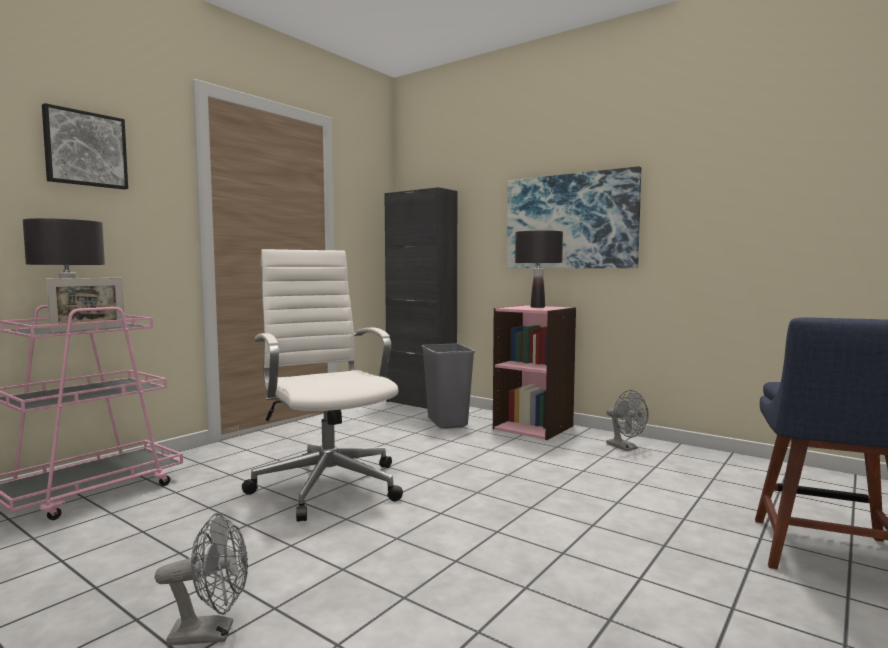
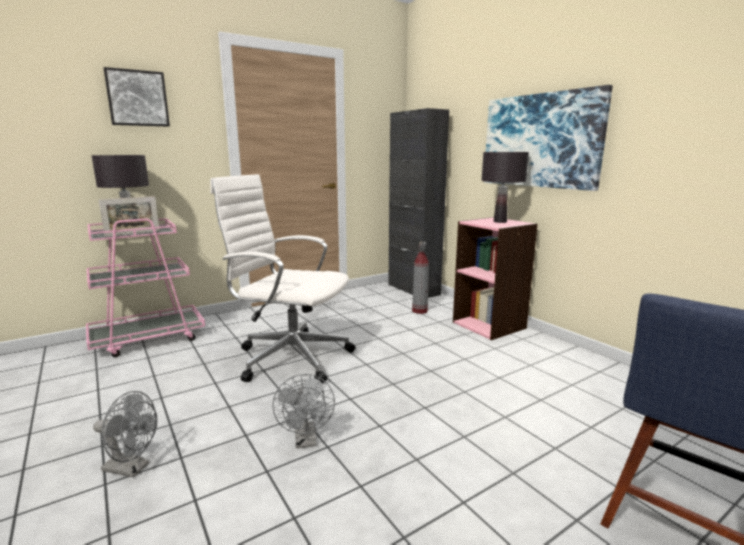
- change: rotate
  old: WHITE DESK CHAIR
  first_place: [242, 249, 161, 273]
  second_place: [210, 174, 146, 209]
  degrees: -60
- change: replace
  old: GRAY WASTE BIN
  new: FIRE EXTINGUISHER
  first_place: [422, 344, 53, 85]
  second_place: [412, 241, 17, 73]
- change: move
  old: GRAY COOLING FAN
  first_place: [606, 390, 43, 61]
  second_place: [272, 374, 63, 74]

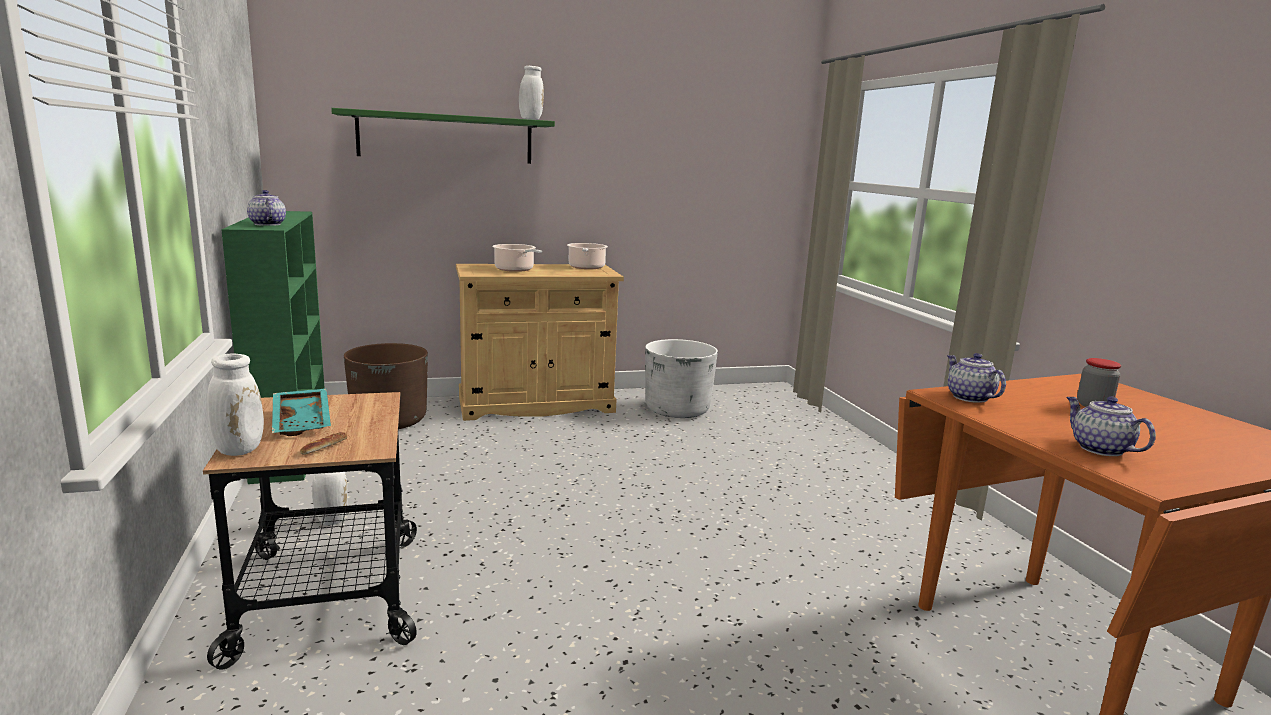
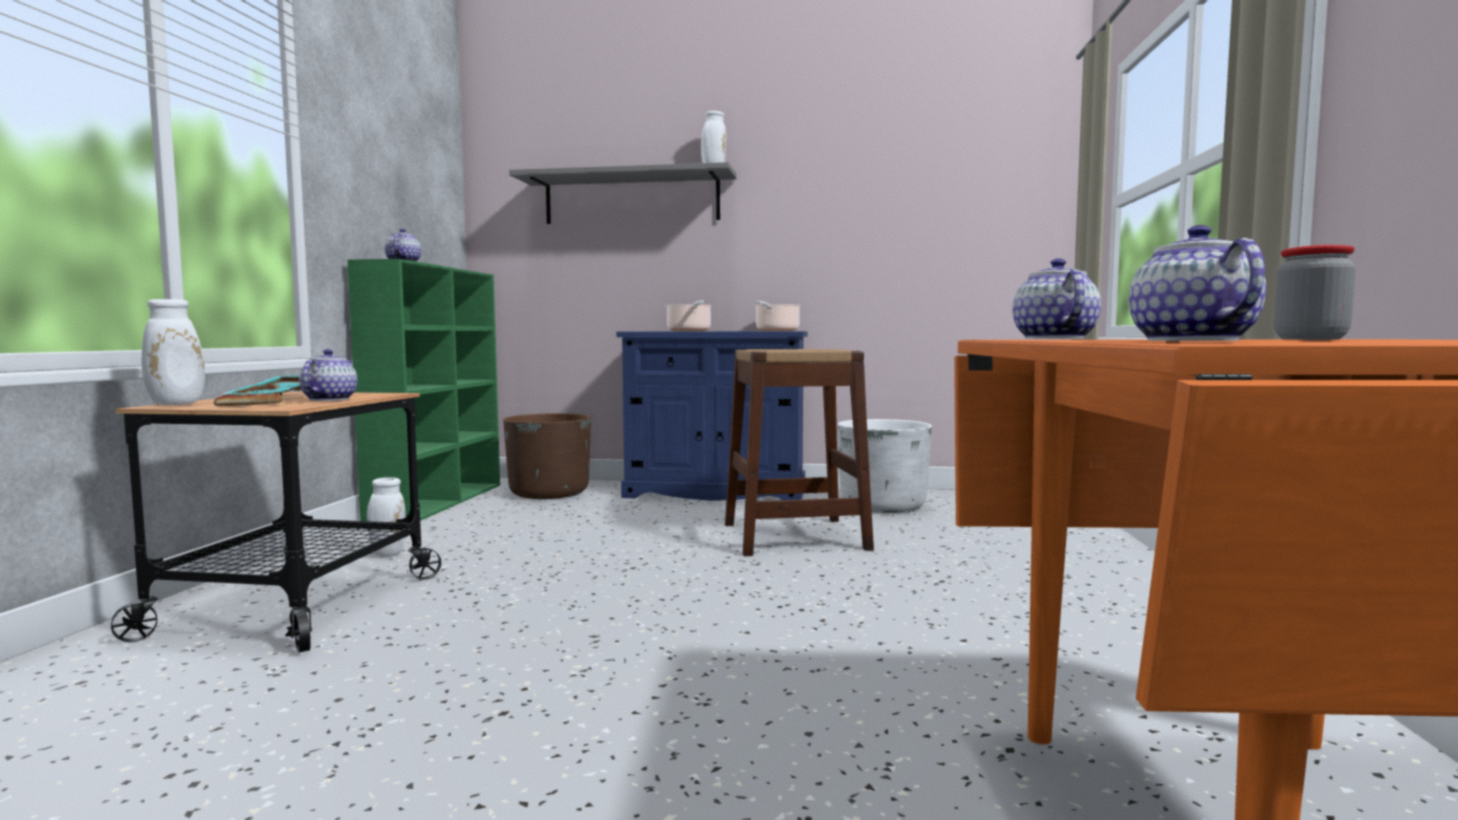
- change: recolor
  old: GREEN WALL SHELF
  new: GRAY WALL SHELF
  first_place: [331, 108, 224, 56]
  second_place: [509, 162, 228, 62]
- change: recolor
  old: BEIGE-COLOURED STORAGE CABINET
  new: BLUE STORAGE CABINET
  first_place: [456, 264, 168, 157]
  second_place: [616, 331, 191, 170]
- change: insert
  new: POT FOR TEA
  second_place: [299, 349, 58, 52]
- change: insert
  new: BROWNISH STOOL
  second_place: [725, 349, 149, 207]

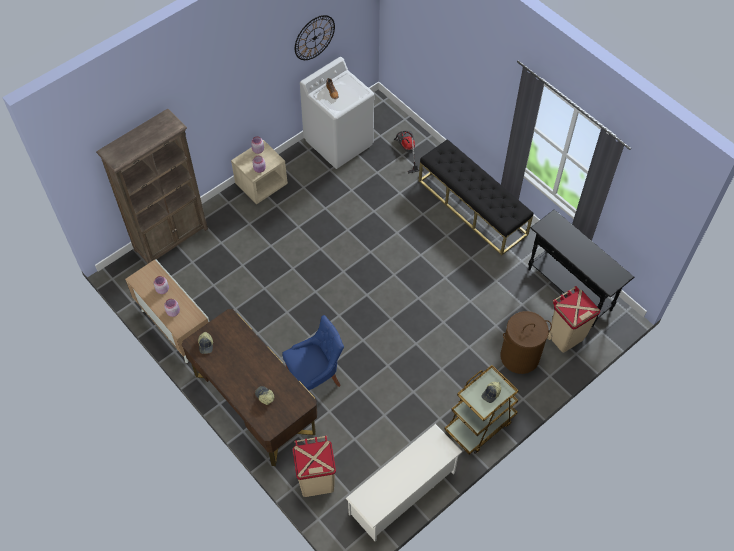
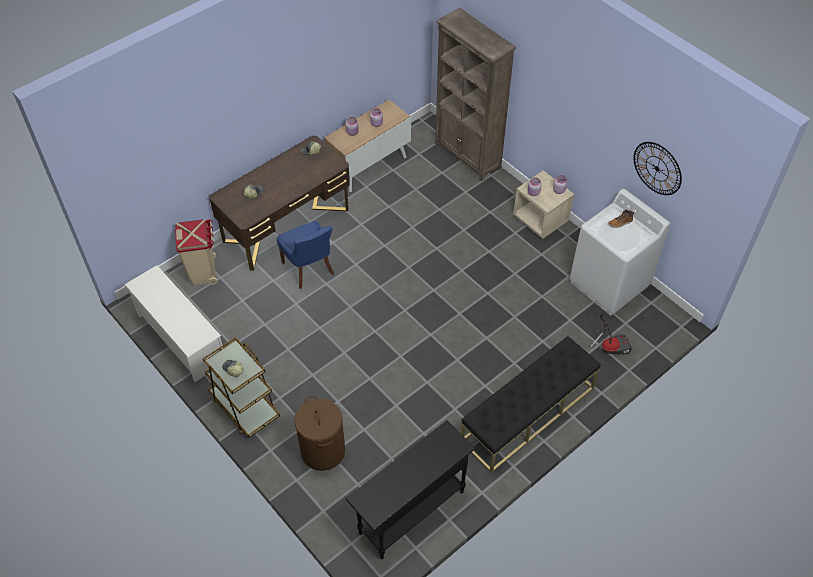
- change: delete
  old: BEIGE-COLOURED WASTE BIN
  first_place: [547, 286, 53, 66]

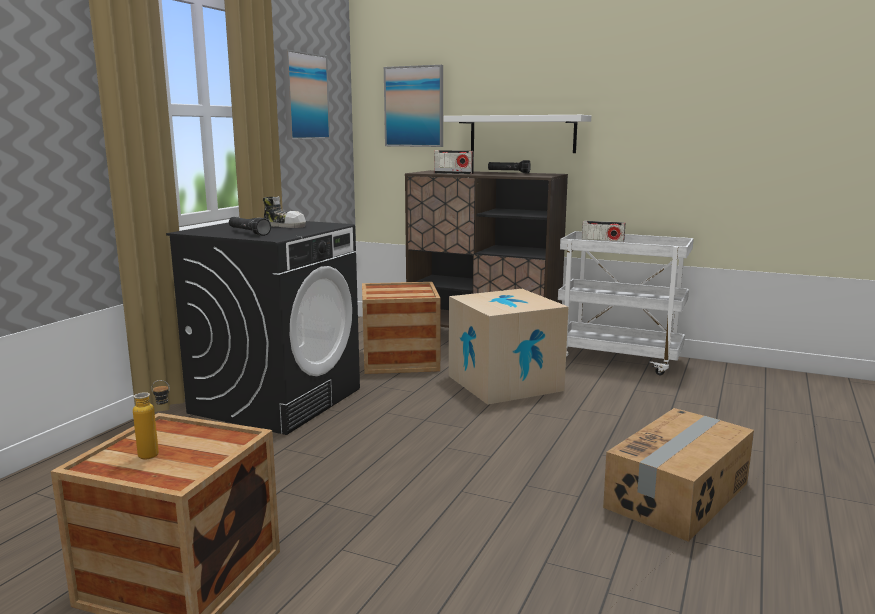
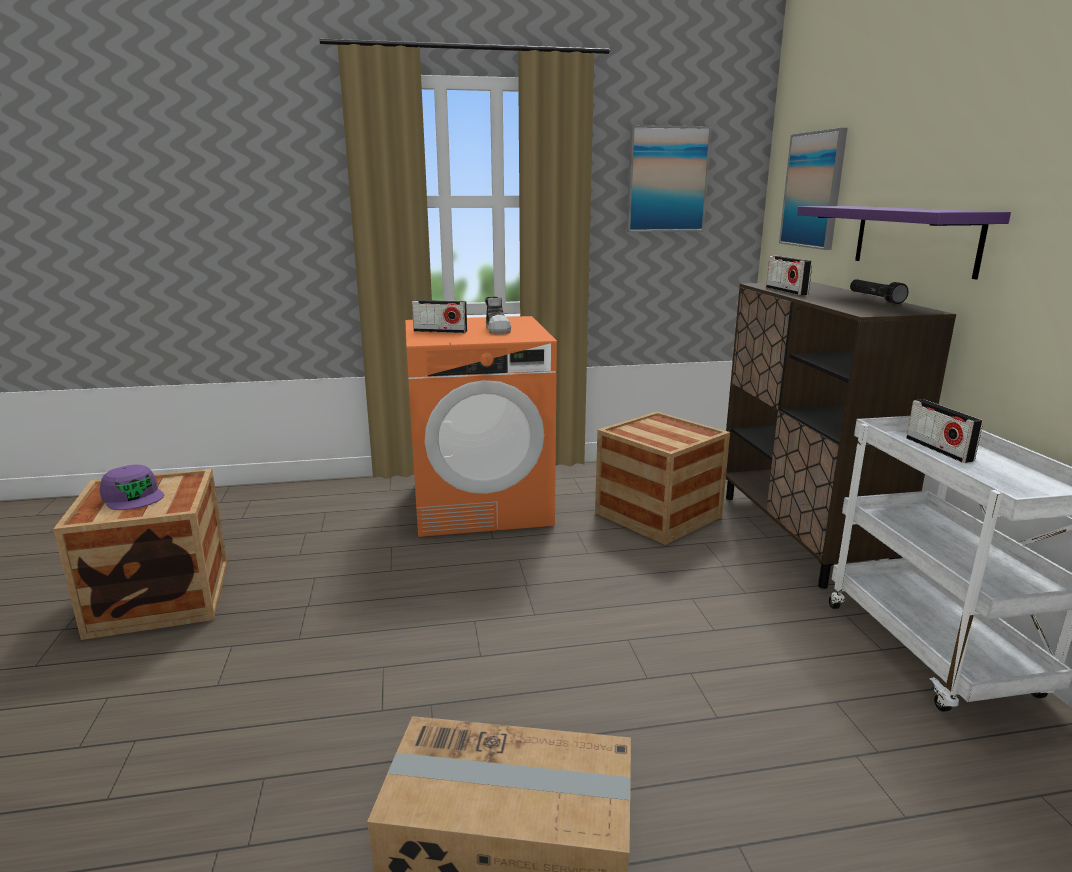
- change: recolor
  old: WHITE WALL SHELF
  new: PURPLISH WALL SHELF
  first_place: [443, 115, 148, 38]
  second_place: [797, 206, 214, 73]
- change: replace
  old: BLACK-COLOURED TORCH
  new: RADIO RECEIVER
  first_place: [229, 217, 42, 19]
  second_place: [412, 300, 55, 33]
- change: recolor
  old: BLACK-COLOURED WASHING MACHINE
  new: ORANGEY WASHING MACHINE
  first_place: [166, 218, 194, 217]
  second_place: [405, 316, 152, 221]
- change: delete
  old: CARDBOARD BOX
  first_place: [449, 289, 119, 116]
- change: replace
  old: DRINK BOTTLE
  new: PURPLISH CAP
  first_place: [133, 380, 37, 79]
  second_place: [100, 465, 64, 45]

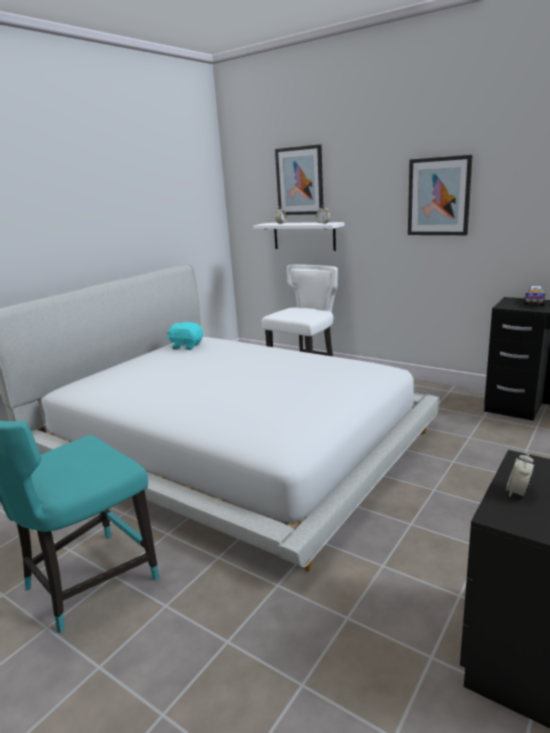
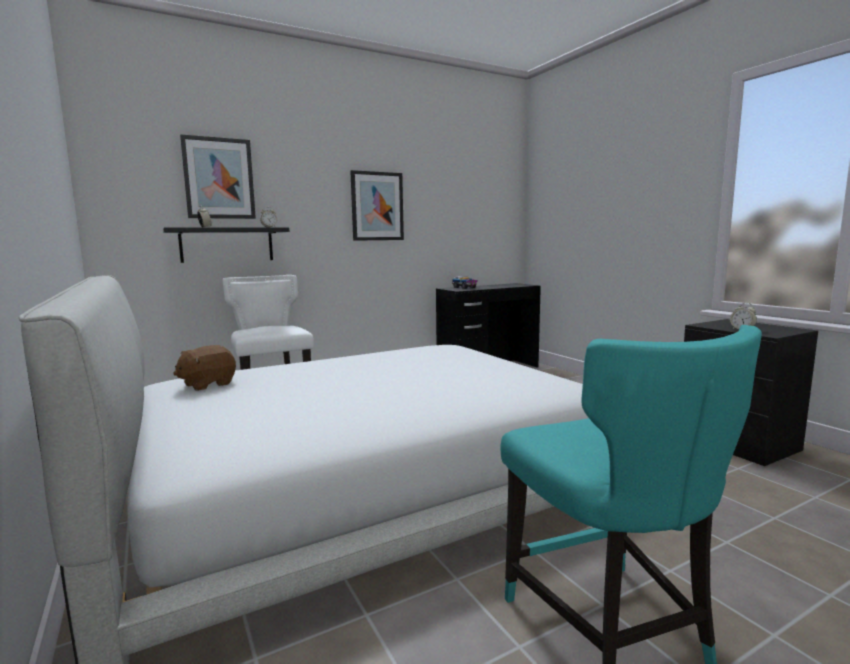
- change: recolor
  old: WHITE WALL SHELF
  new: BLACK-COLOURED WALL SHELF
  first_place: [253, 222, 91, 29]
  second_place: [163, 227, 126, 36]
- change: recolor
  old: BLUE-GREEN CUDDLY TOY
  new: BROWNISH CUDDLY TOY
  first_place: [168, 322, 35, 28]
  second_place: [173, 345, 63, 46]

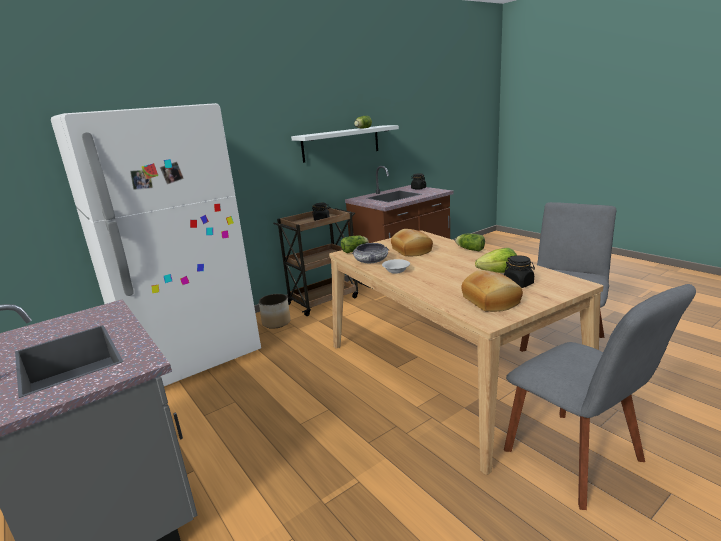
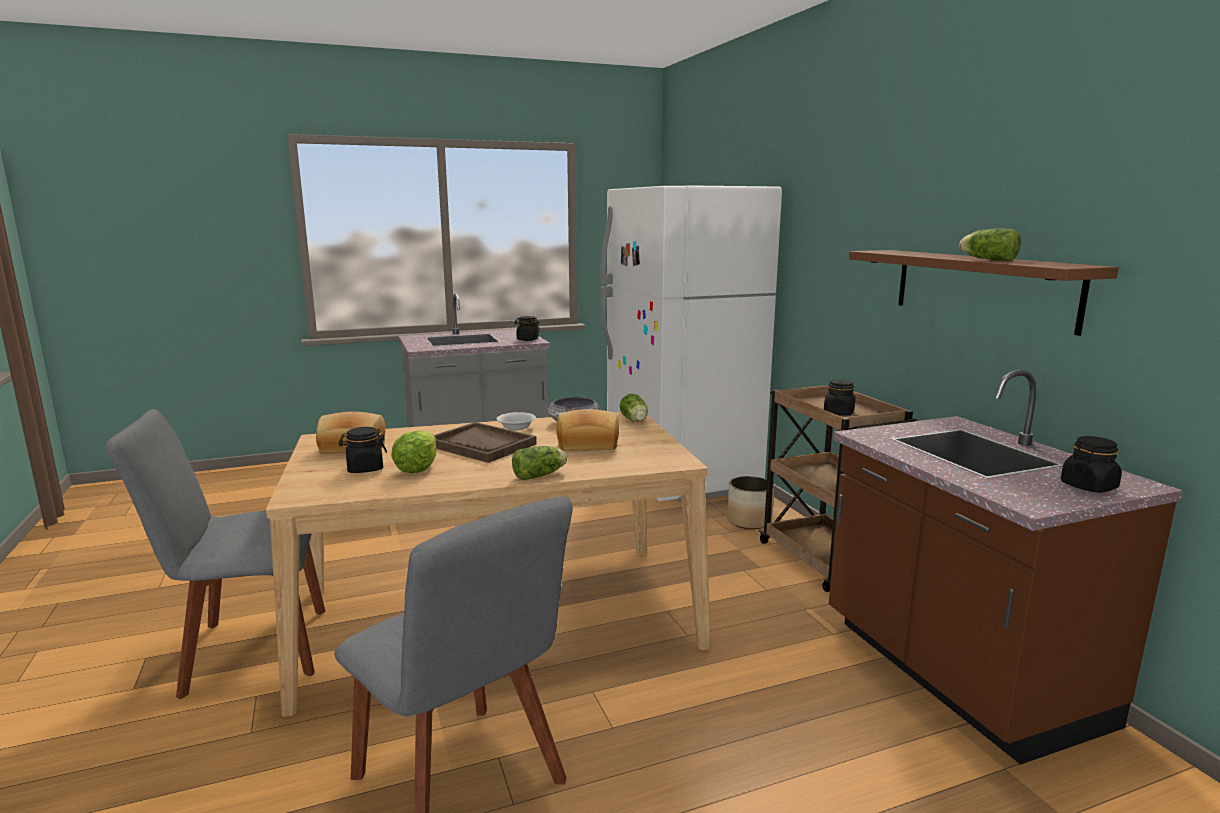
- change: recolor
  old: WHITE WALL SHELF
  new: BROWNISH WALL SHELF
  first_place: [291, 125, 108, 38]
  second_place: [849, 250, 270, 86]
- change: insert
  new: BLACK-COLOURED JAR
  second_place: [514, 316, 26, 25]
- change: insert
  new: BROWNISH CARRYING TRAY
  second_place: [434, 422, 103, 41]

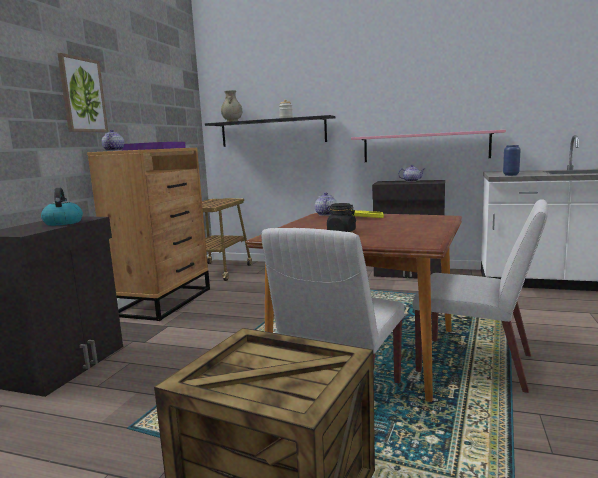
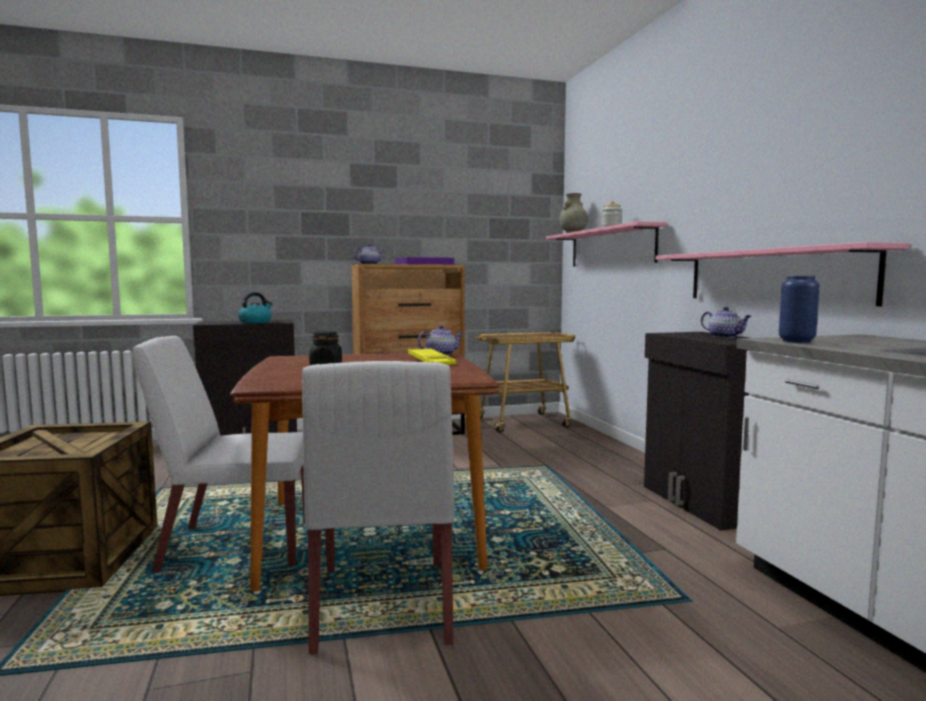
- change: delete
  old: WALL ART
  first_place: [57, 53, 51, 79]
- change: recolor
  old: BLACK-COLOURED WALL SHELF
  new: PINK WALL SHELF
  first_place: [205, 115, 130, 32]
  second_place: [546, 221, 121, 46]

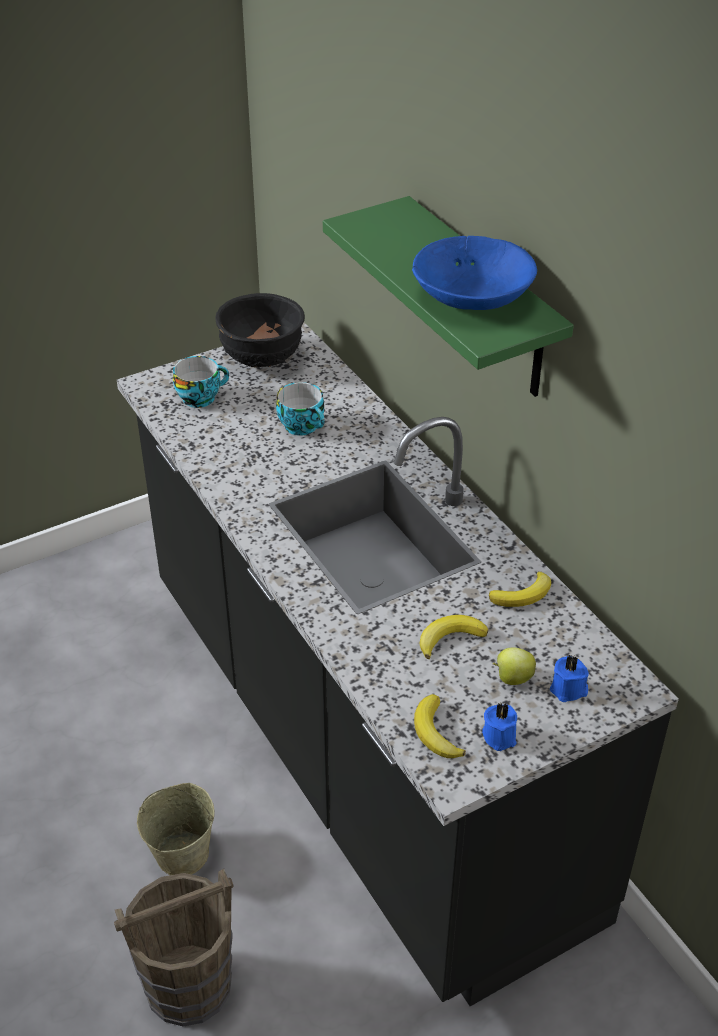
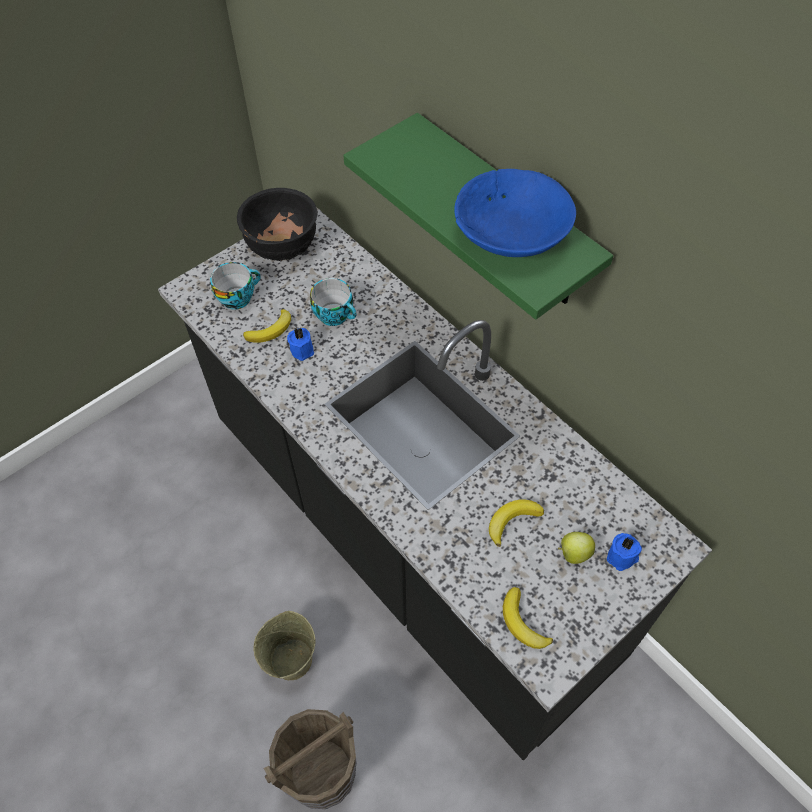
- change: move
  old: WHOLE BANANA
  first_place: [489, 572, 62, 35]
  second_place: [243, 309, 48, 34]
- change: move
  old: BLUE CANDLE
  first_place: [482, 703, 35, 48]
  second_place: [287, 327, 27, 34]

